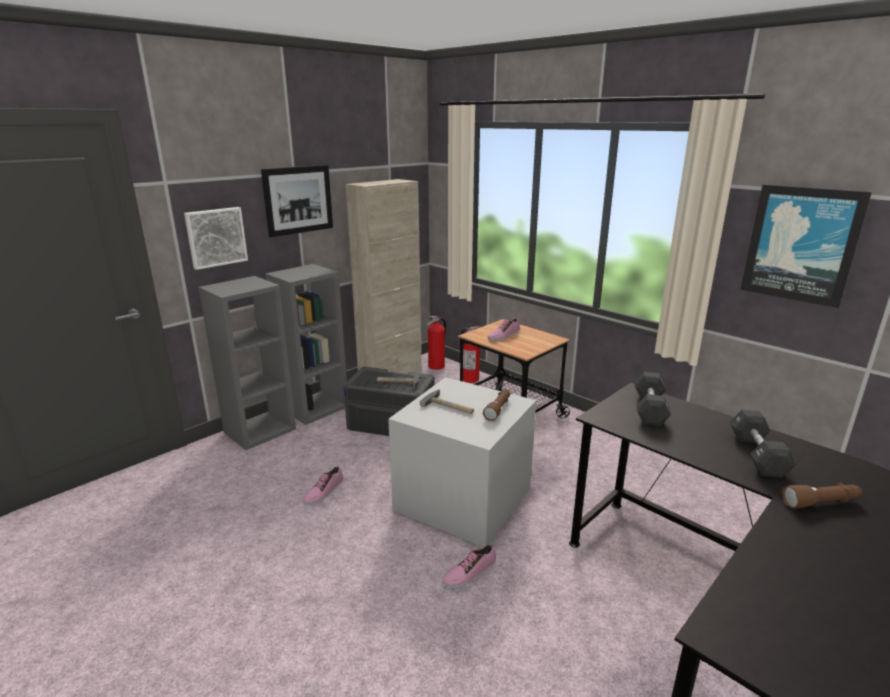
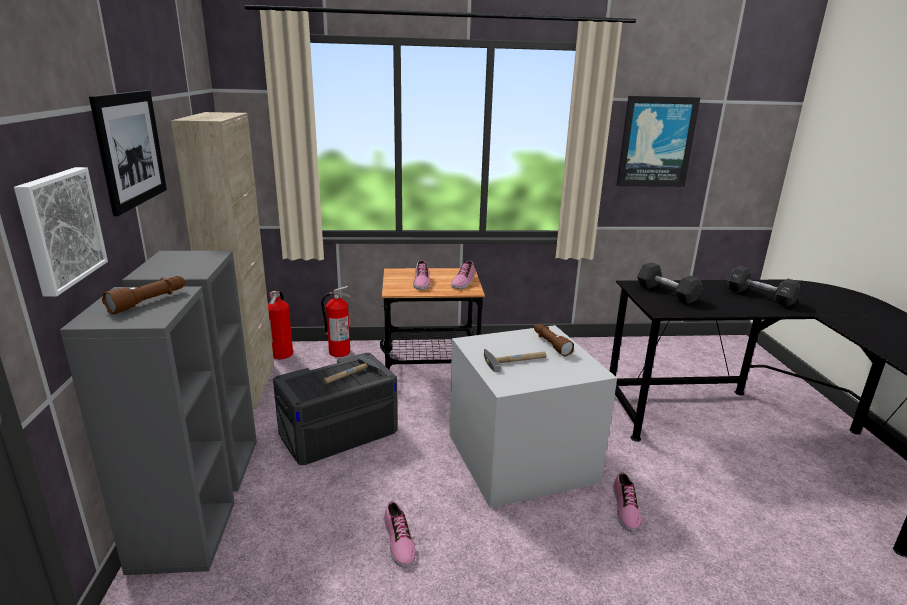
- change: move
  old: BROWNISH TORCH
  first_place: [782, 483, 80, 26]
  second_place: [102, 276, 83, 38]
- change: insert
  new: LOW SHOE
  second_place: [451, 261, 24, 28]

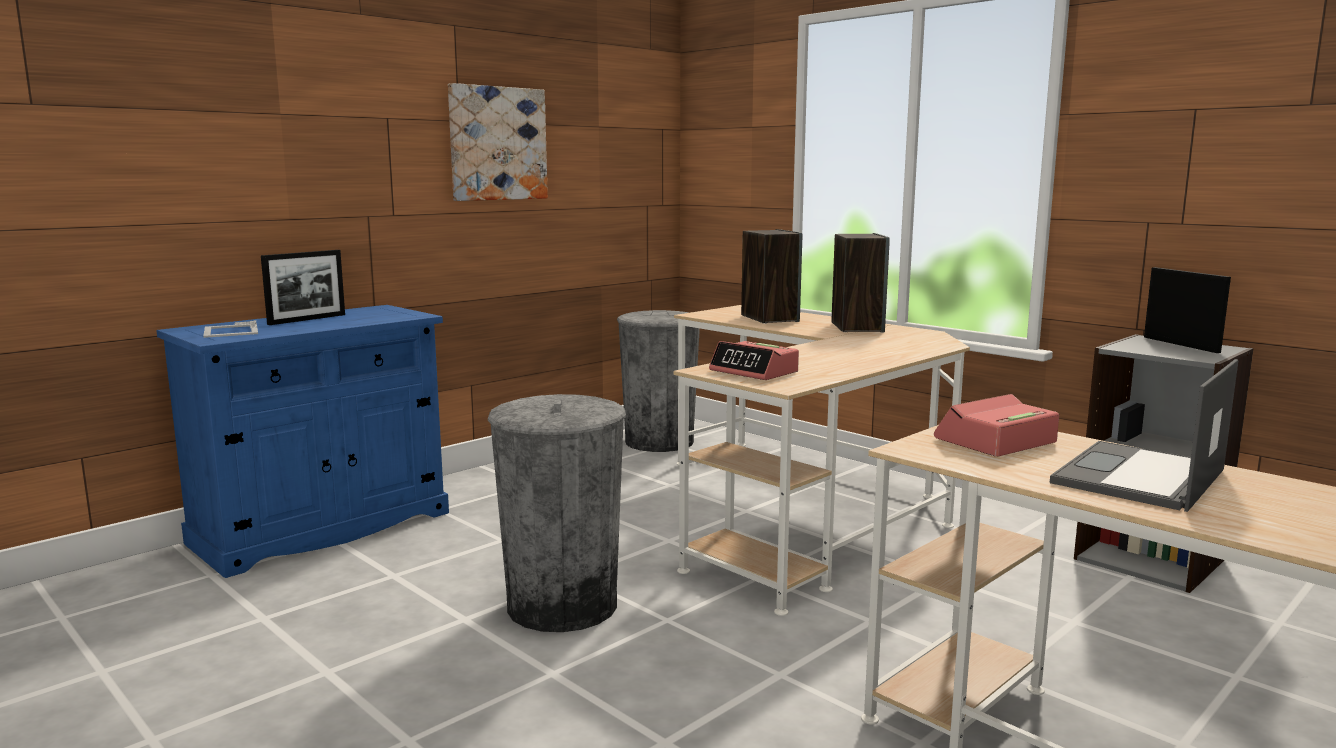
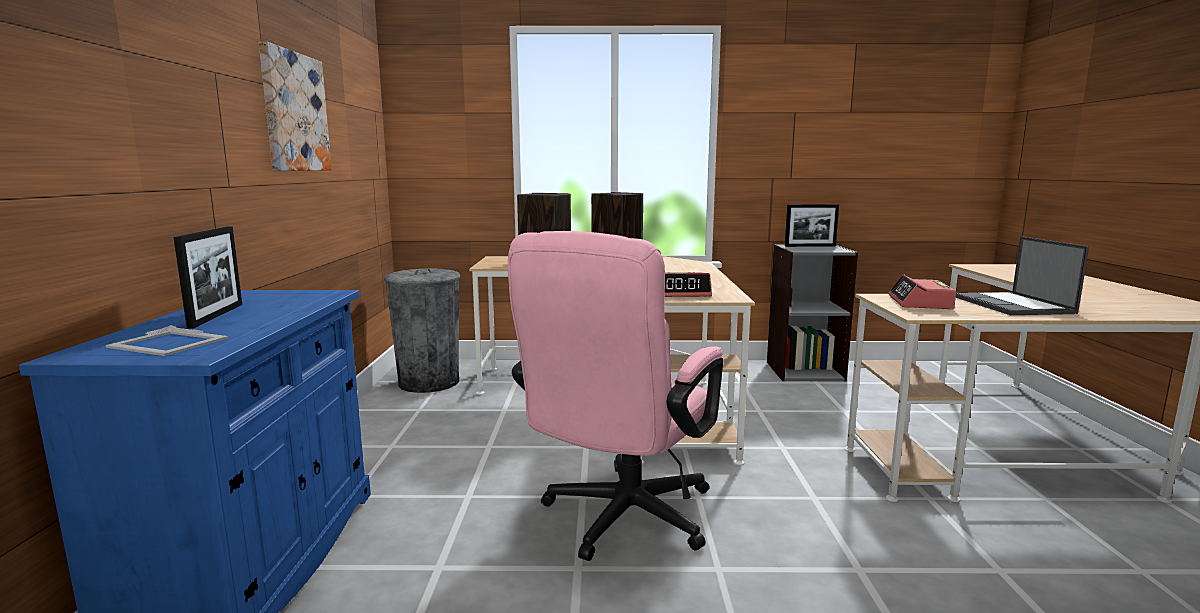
- change: rotate
  old: PHOTO FRAME
  first_place: [1144, 267, 87, 86]
  second_place: [785, 204, 54, 43]
  degrees: 150
- change: replace
  old: GRAY WASTE BIN
  new: PINK DESK CHAIR
  first_place: [488, 394, 138, 238]
  second_place: [508, 231, 215, 330]

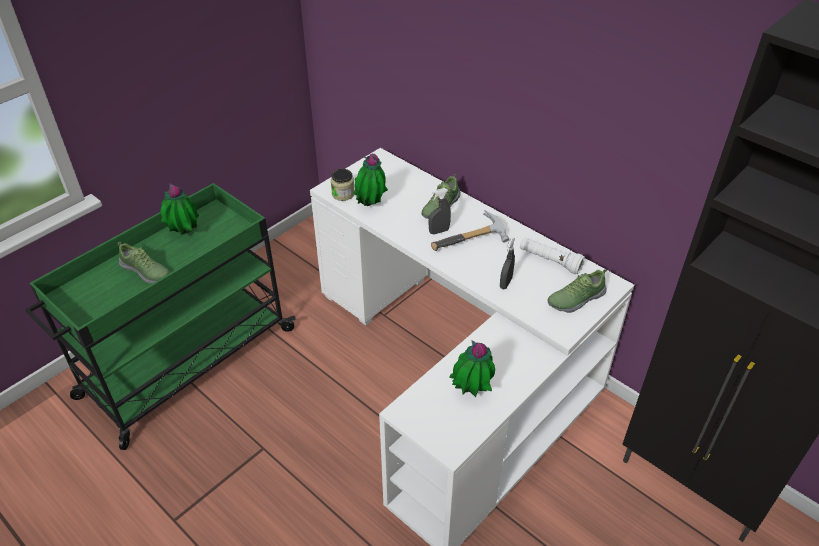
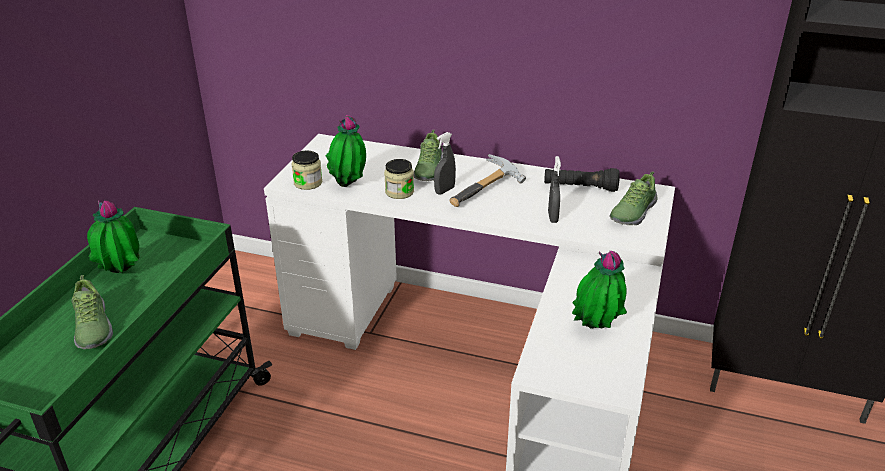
- change: recolor
  old: WHITE TORCH
  new: BLACK-COLOURED TORCH
  first_place: [520, 238, 65, 36]
  second_place: [544, 168, 76, 24]
- change: rotate
  old: LOW SHOE
  first_place: [118, 242, 52, 41]
  second_place: [71, 275, 42, 74]
  degrees: 60
- change: insert
  new: JAR
  second_place: [384, 159, 30, 40]

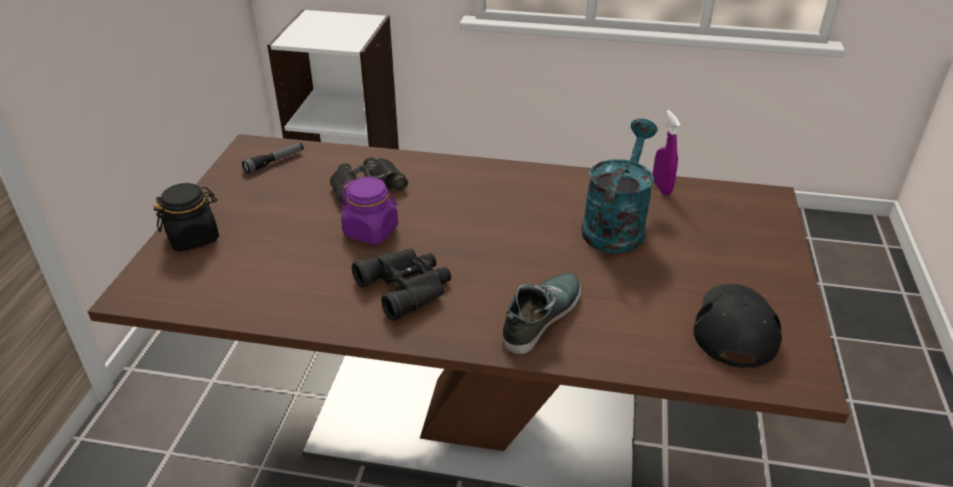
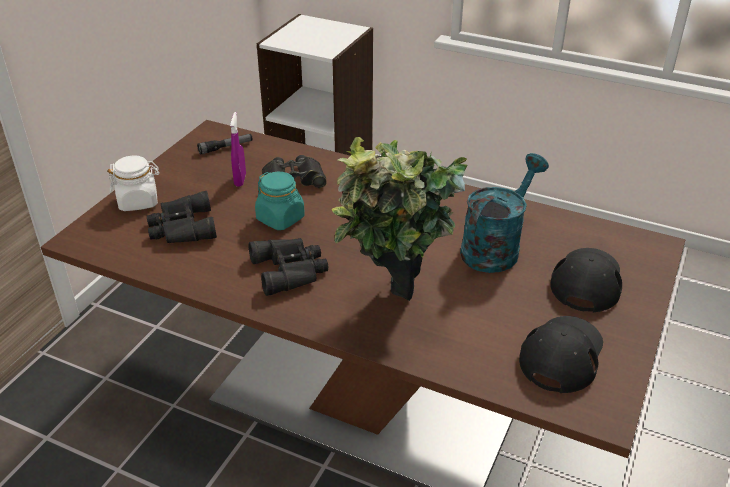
- change: move
  old: PURPLISH SPRAY BOTTLE
  first_place: [653, 110, 27, 85]
  second_place: [230, 112, 16, 75]
- change: recolor
  old: PURPLISH JAR
  new: BLUE-GREEN JAR
  first_place: [341, 177, 57, 67]
  second_place: [255, 172, 50, 58]
- change: recolor
  old: BLACK-COLOURED JAR
  new: WHITE JAR
  first_place: [154, 183, 65, 69]
  second_place: [107, 155, 52, 56]
- change: replace
  old: LOW SHOE
  new: POTTED PLANT
  first_place: [502, 273, 79, 81]
  second_place: [332, 137, 135, 164]
- change: insert
  new: BLACK-COLOURED BINOCULARS
  second_place: [147, 191, 70, 52]
- change: insert
  new: BLACK-COLOURED CAP
  second_place: [550, 248, 72, 64]

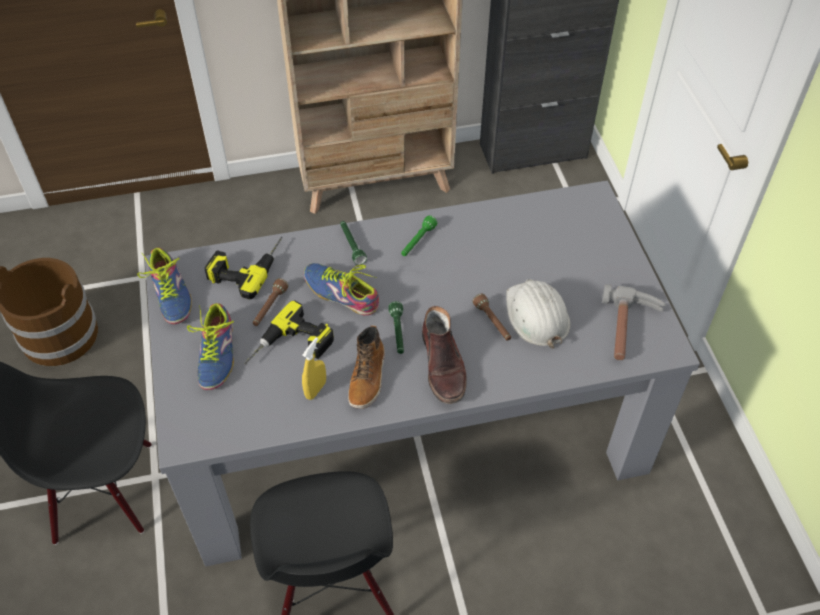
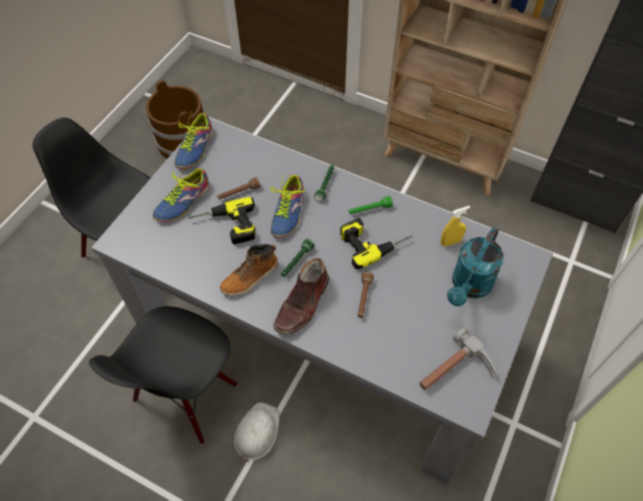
- change: move
  old: ELECTRIC DRILL
  first_place: [205, 237, 77, 63]
  second_place: [340, 218, 72, 51]
- change: rotate
  old: LOW SHOE
  first_place: [304, 263, 75, 52]
  second_place: [271, 175, 34, 63]
  degrees: -150
- change: move
  old: WHITE SAFETY HELMET
  first_place: [506, 279, 65, 70]
  second_place: [234, 402, 46, 60]
- change: move
  old: YELLOW-COLOURED SPRAY BOTTLE
  first_place: [302, 337, 24, 63]
  second_place: [441, 206, 29, 41]
- change: insert
  new: BLUE-GREEN SPRINKLING CAN
  second_place: [447, 227, 57, 79]

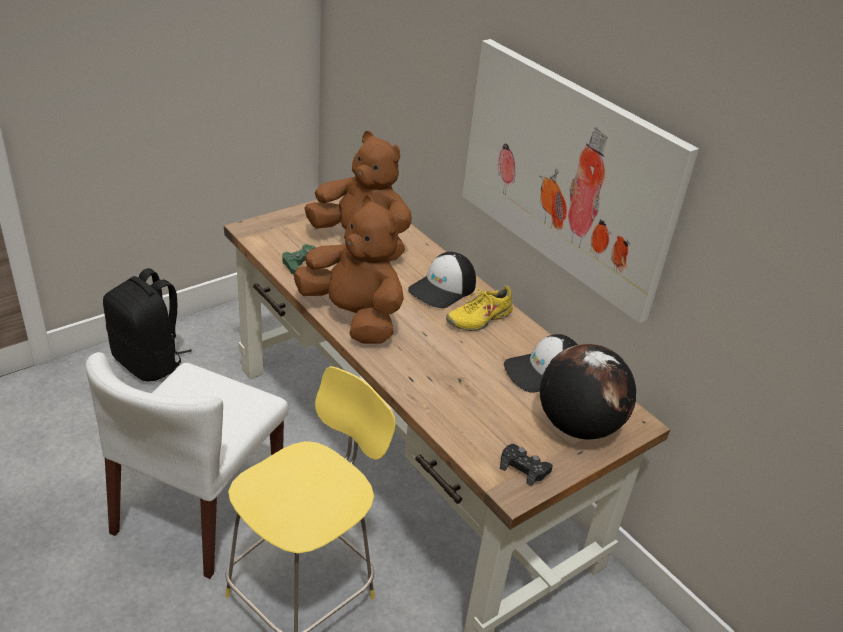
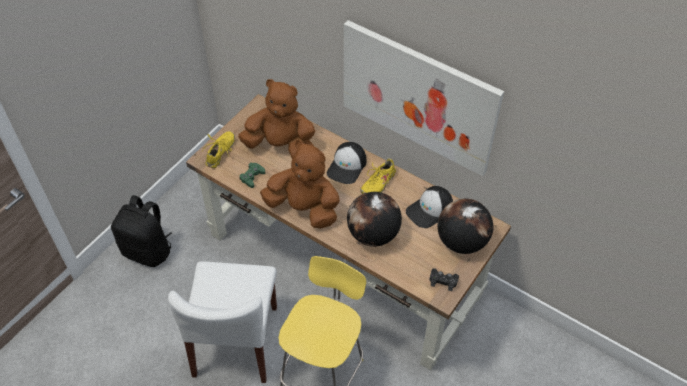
- change: insert
  new: YELLOW-COLOURED LOW SHOE
  second_place: [203, 131, 32, 37]
- change: insert
  new: DESK GLOBE
  second_place: [347, 192, 55, 55]

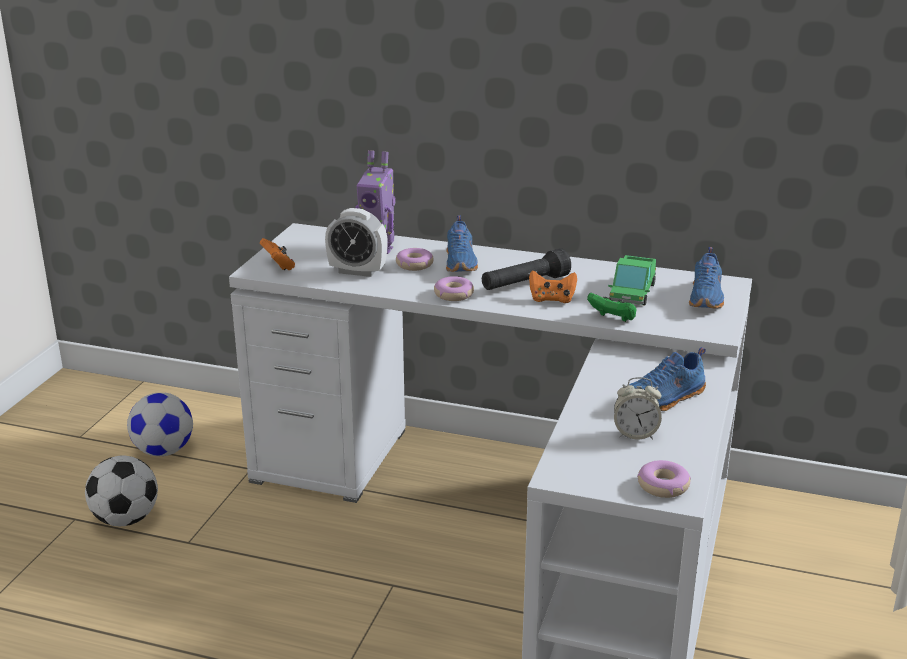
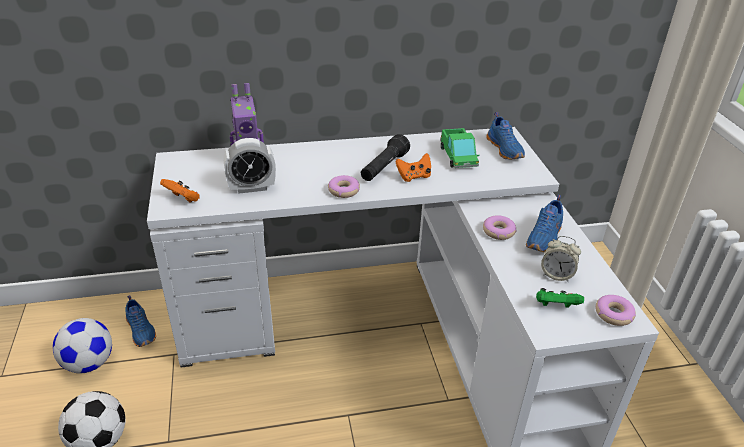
- change: move
  old: BLUE LOW SHOE
  first_place: [446, 215, 32, 57]
  second_place: [125, 295, 31, 52]
- change: move
  old: DOUGHNUT
  first_place: [396, 248, 38, 23]
  second_place: [483, 215, 33, 25]
- change: move
  old: GREEN JOYPAD
  first_place: [587, 293, 50, 29]
  second_place: [536, 288, 48, 20]
- change: rotate
  old: TABLE CLOCK
  first_place: [614, 377, 48, 62]
  second_place: [541, 236, 40, 46]
  degrees: 45

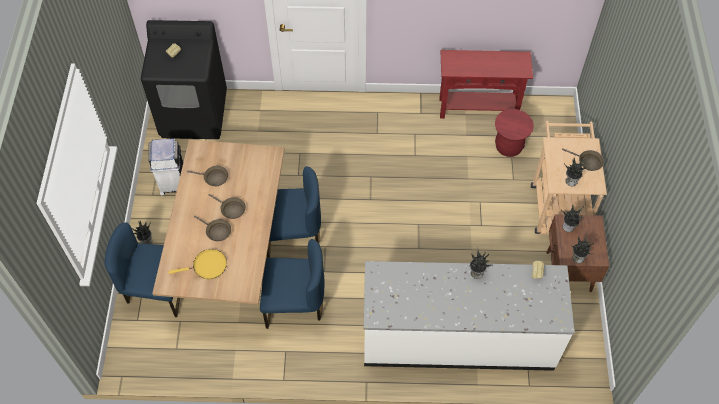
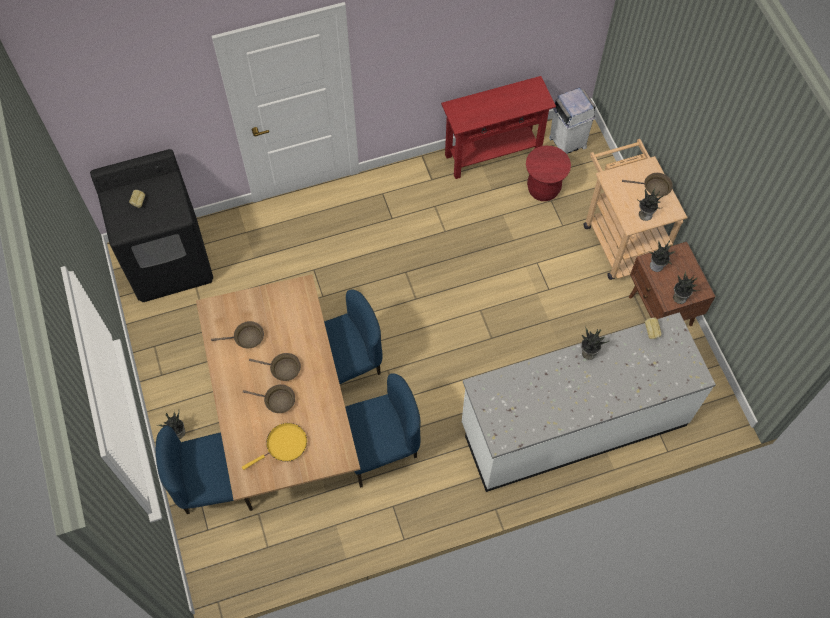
- change: move
  old: WHITE WASTE BIN
  first_place: [148, 138, 35, 57]
  second_place: [549, 88, 47, 66]

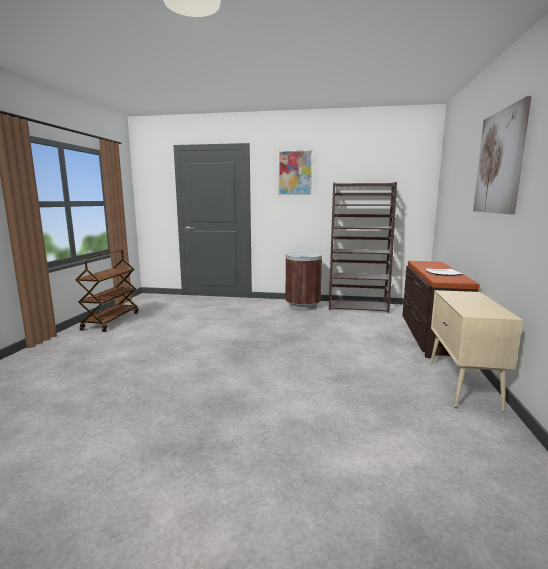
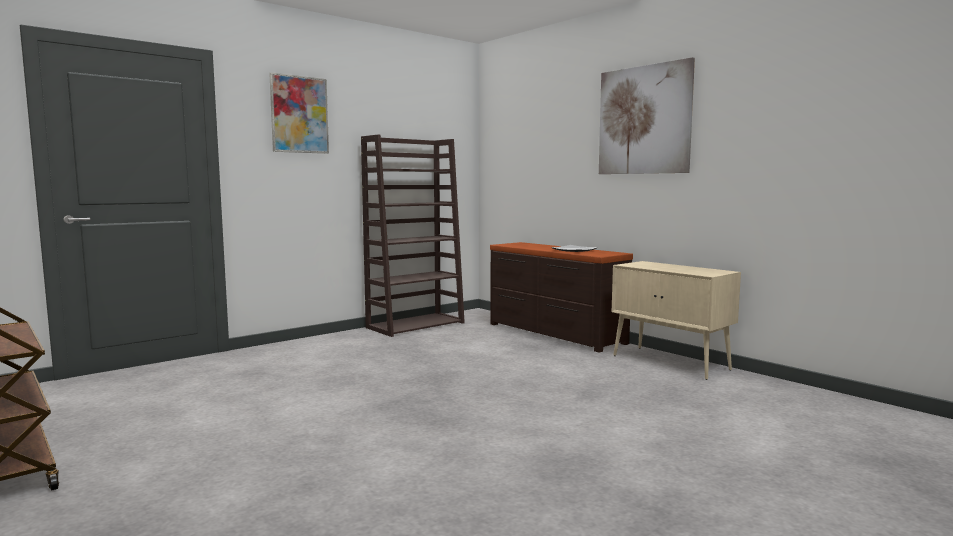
- change: delete
  old: BROWNISH WASTE BIN
  first_place: [285, 252, 37, 59]

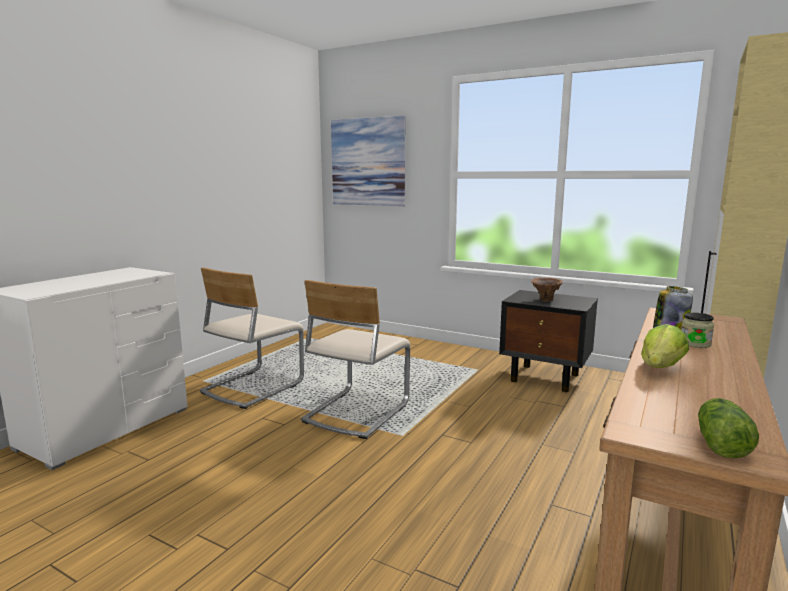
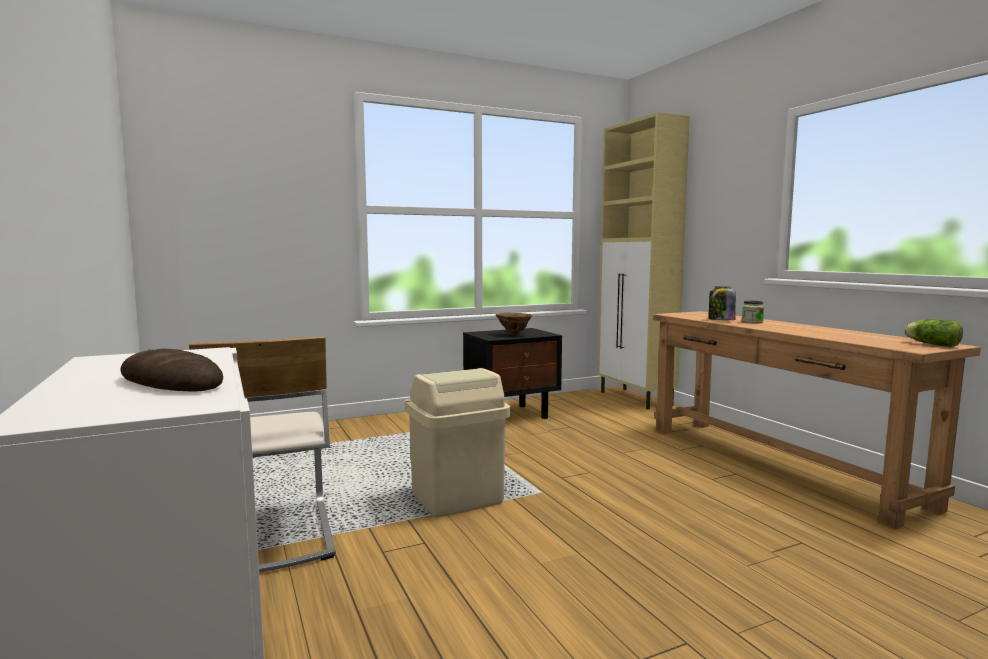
- change: delete
  old: WALL ART
  first_place: [331, 116, 74, 90]
- change: replace
  old: BEIGE-COLOURED CHAIR
  new: BEIGE-COLOURED WASTE BIN
  first_place: [301, 280, 110, 159]
  second_place: [405, 368, 105, 149]
- change: delete
  old: HEAD OF LETTUCE
  first_place: [641, 324, 48, 44]
- change: insert
  new: BAKED BREAD
  second_place: [120, 349, 103, 42]

